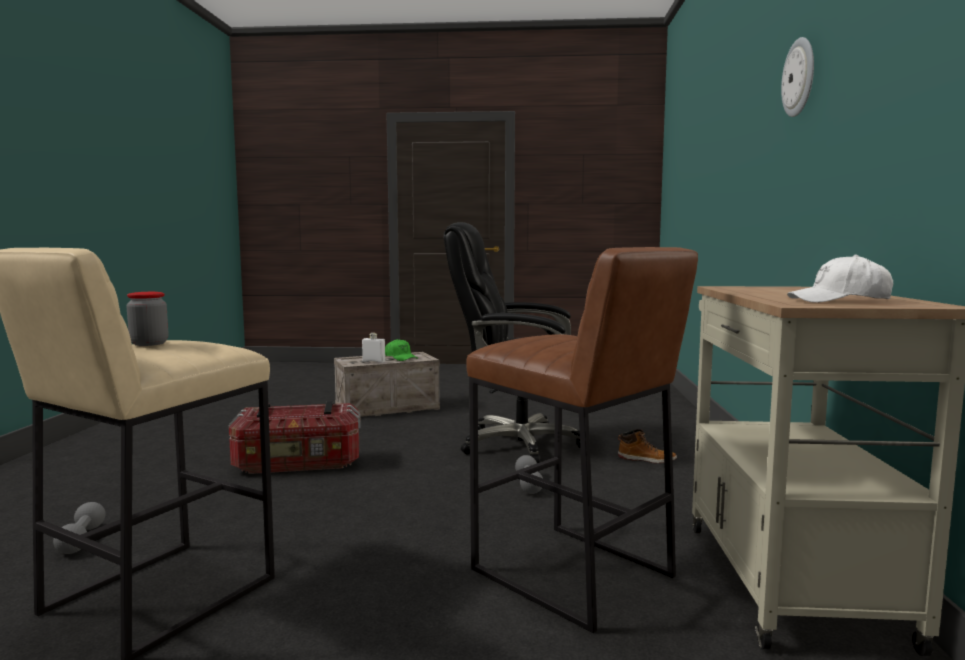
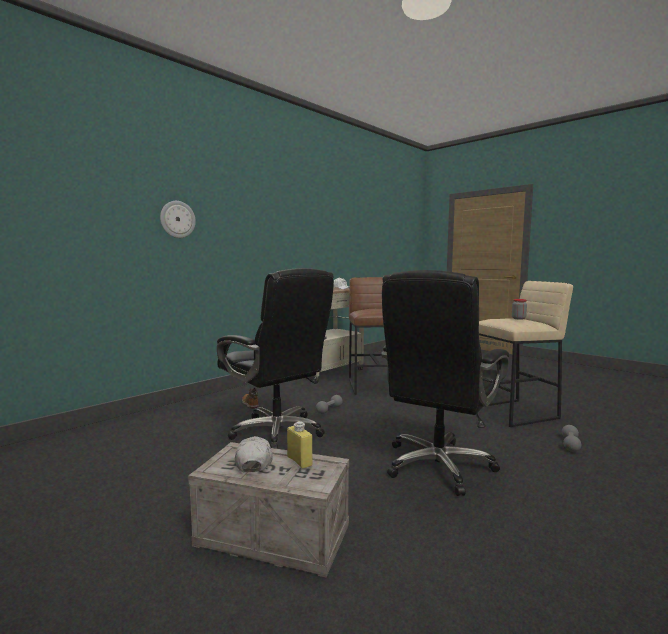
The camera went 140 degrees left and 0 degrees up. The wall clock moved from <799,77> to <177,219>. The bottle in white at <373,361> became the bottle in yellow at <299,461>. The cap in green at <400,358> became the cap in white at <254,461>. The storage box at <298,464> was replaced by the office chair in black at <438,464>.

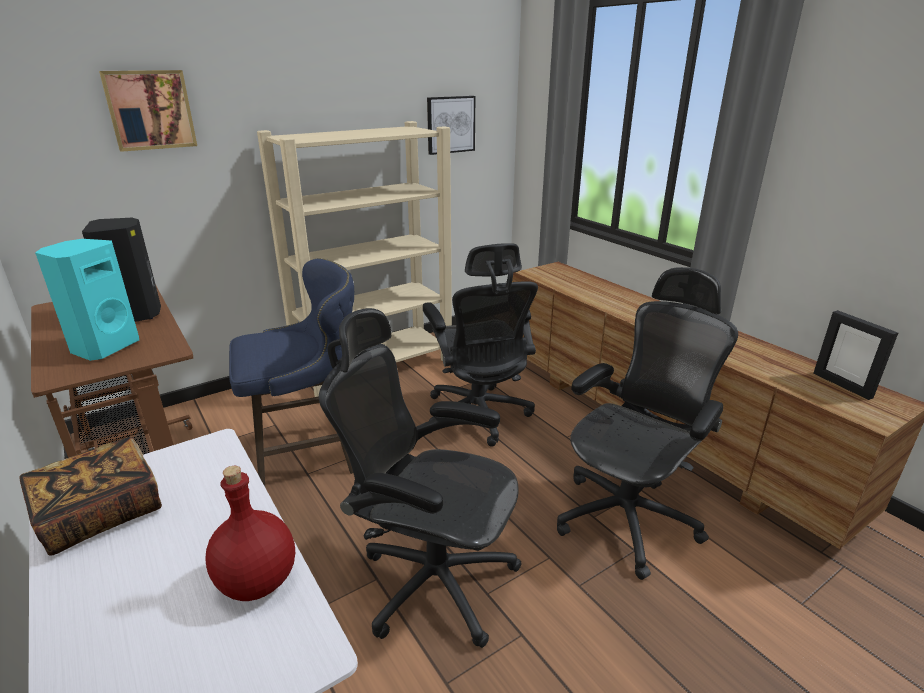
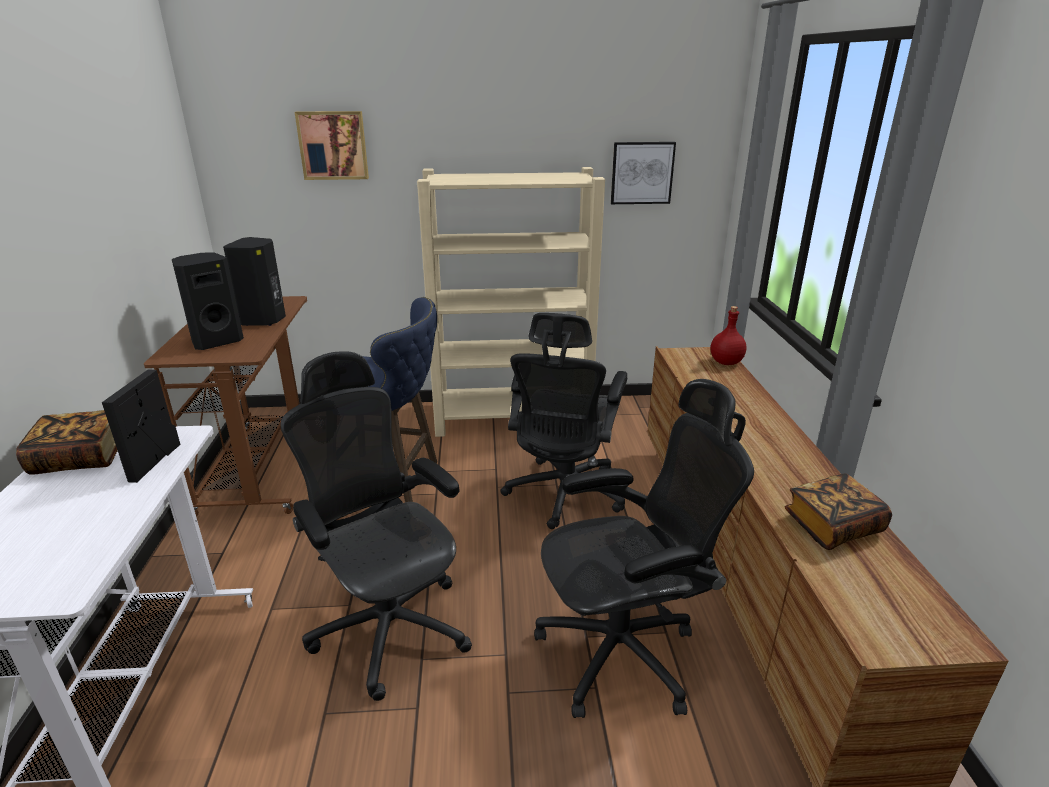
The camera went 30 degrees right and 0 degrees up. The speaker in turquoise at <104,347> became the speaker in black at <216,341>. The picture frame moved from <843,385> to <155,462>. The bottle in red moved from <256,582> to <725,362>. The book at <832,526> appeared.

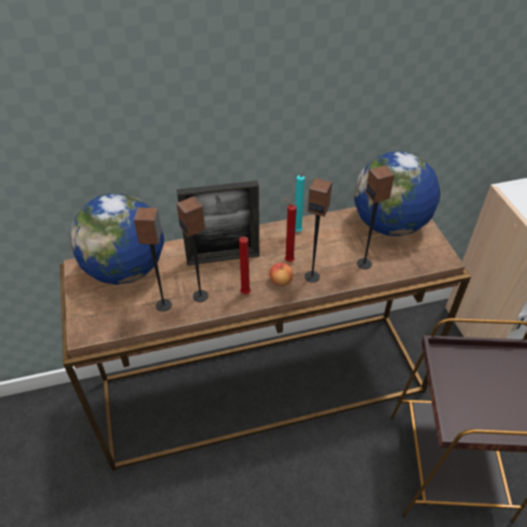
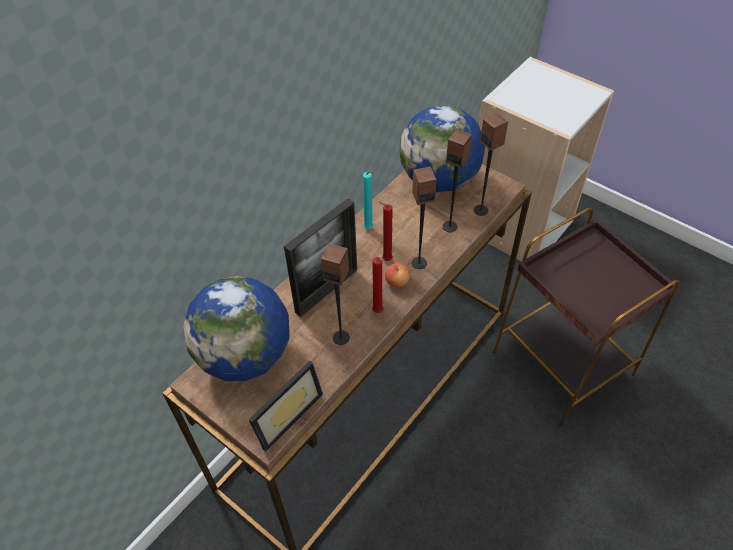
The camera went 35 degrees left and 5 degrees up. The speaker moved from <164,305> to <481,210>. The picture frame at <284,413> appeared.

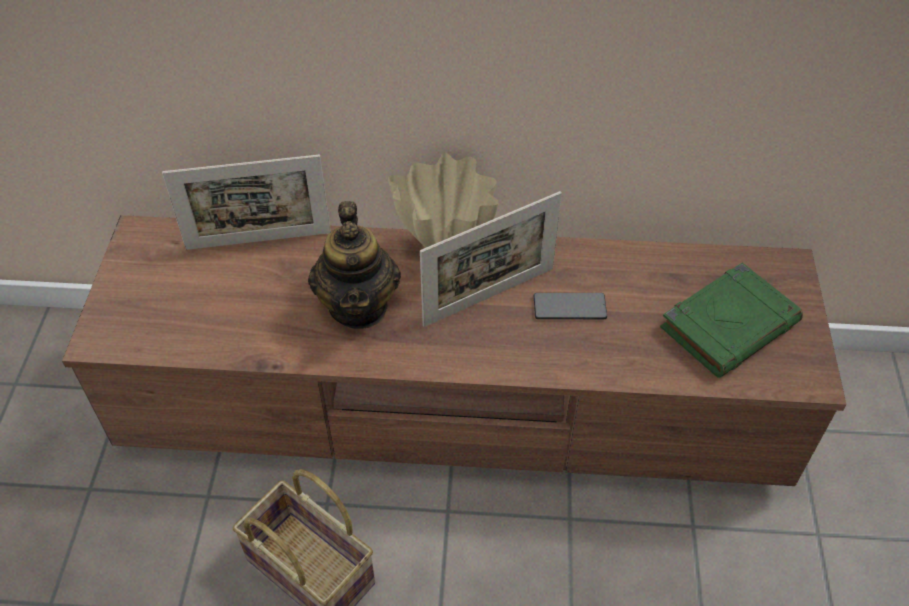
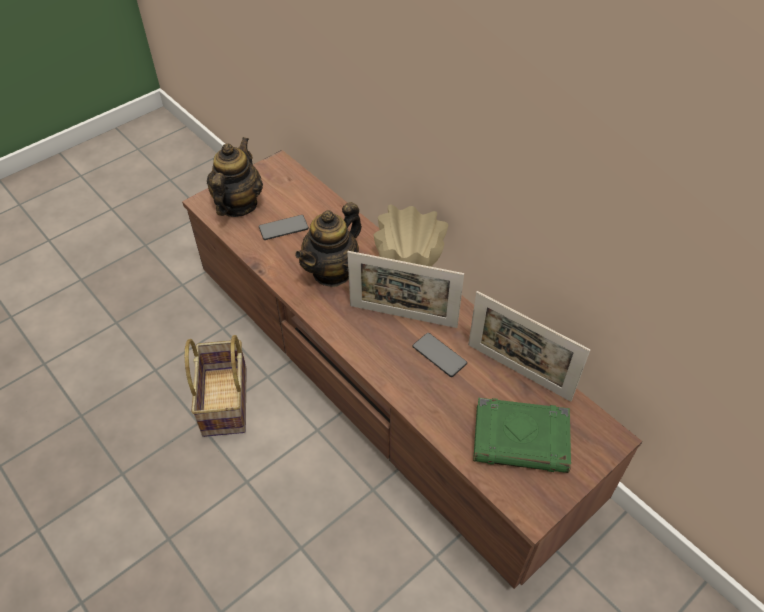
The camera went 45 degrees right and 0 degrees up. The picture frame moved from <259,240> to <518,372>. The teapot at <238,205> appeared. The phone at <283,228> appeared.

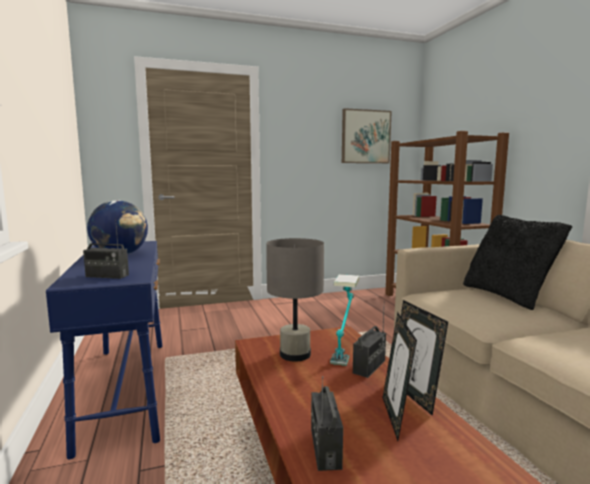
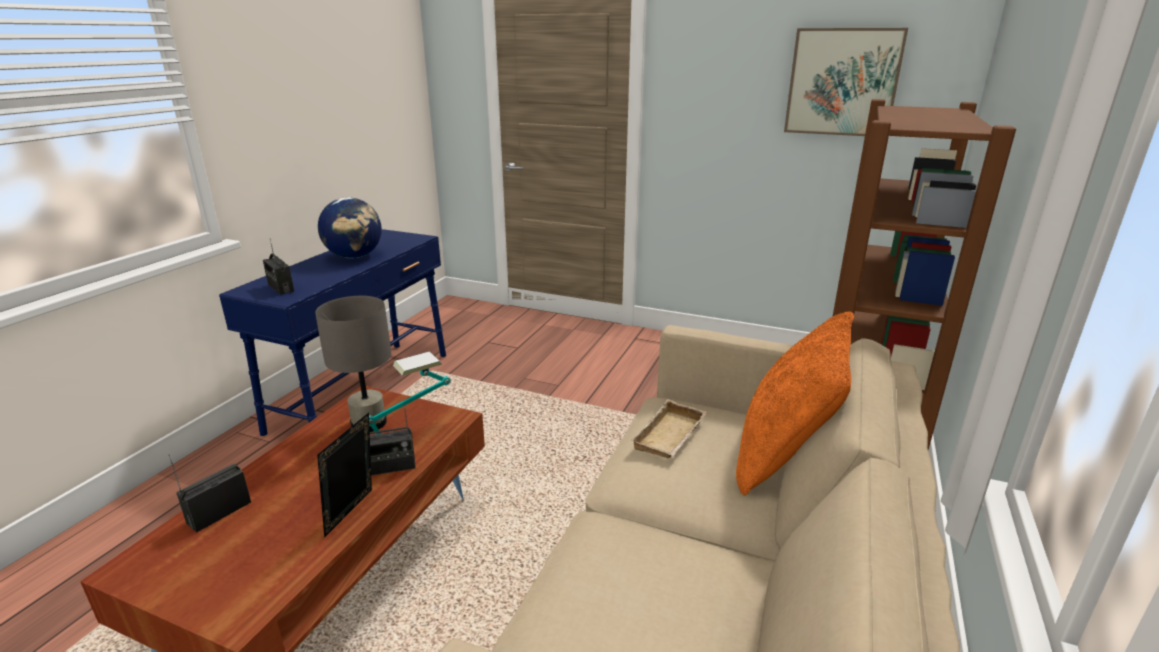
The camera went 40 degrees right and 15 degrees up. The pillow in black at <508,295> became the pillow in orange at <785,456>. The picture frame at <395,417> disappeared. The tray in beige at <671,436> appeared.

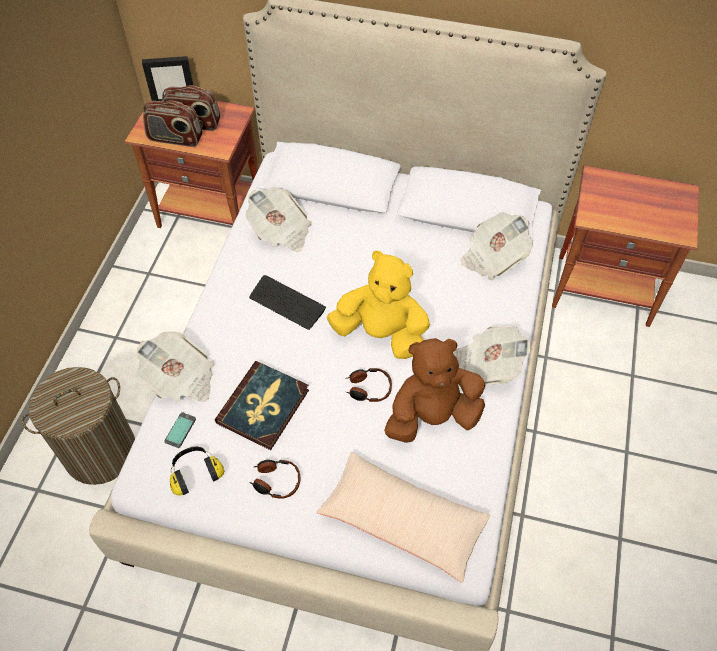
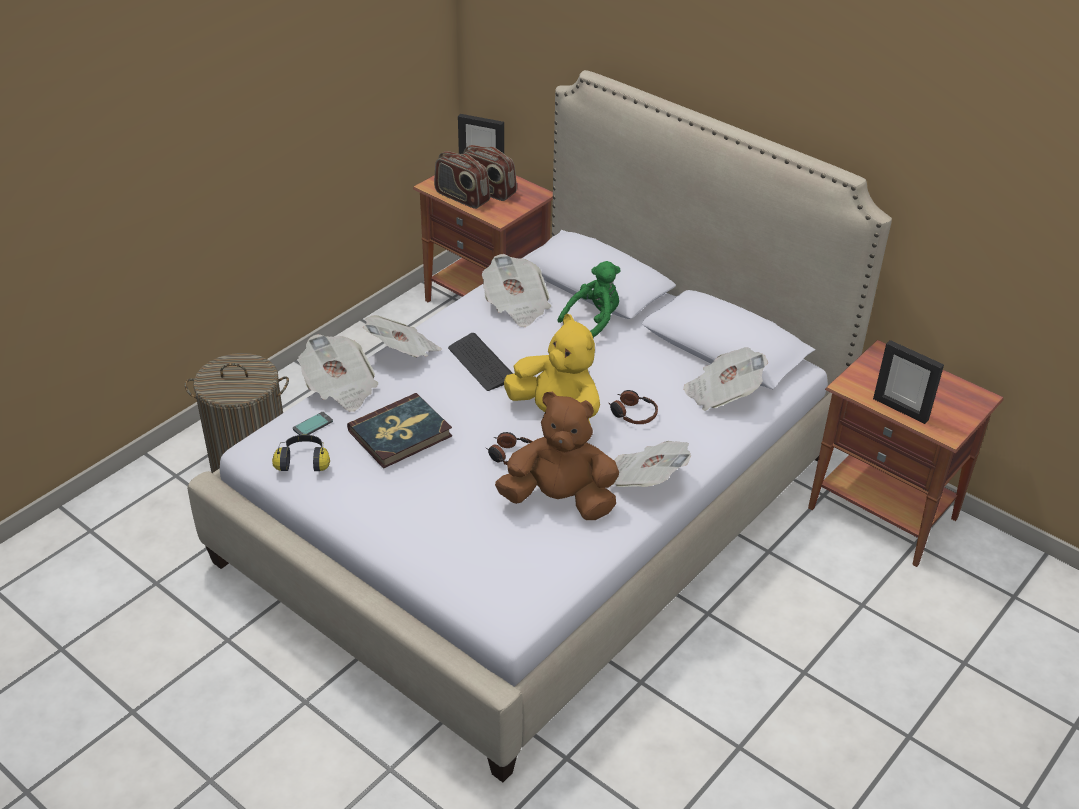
The camera went 25 degrees right and 15 degrees down. The pillow in beige at <403,521> disappeared. The headphones moved from <276,481> to <632,413>. The plush toy in green at <594,321> appeared. The newspaper at <403,352> appeared. The picture frame at <901,408> appeared.

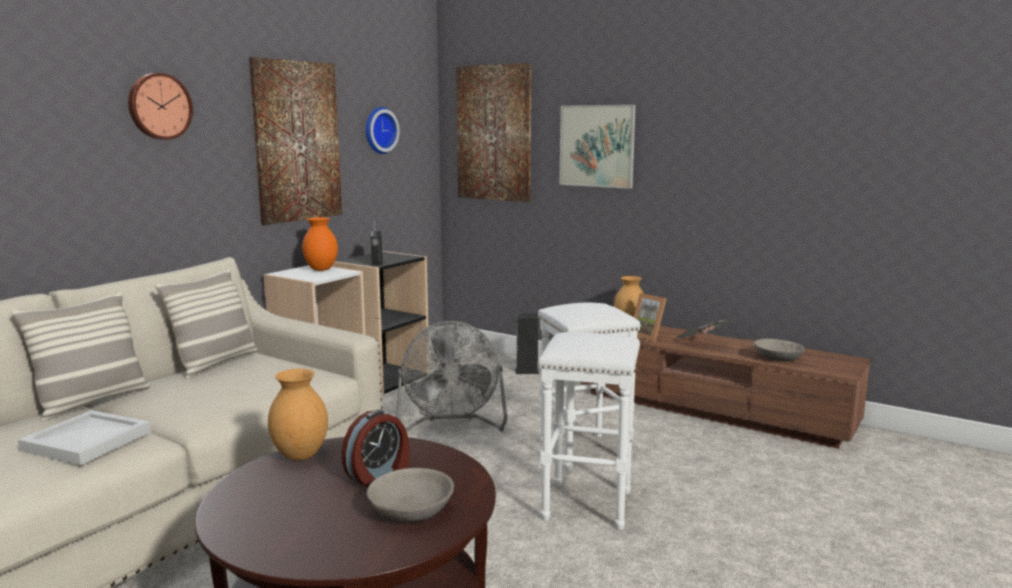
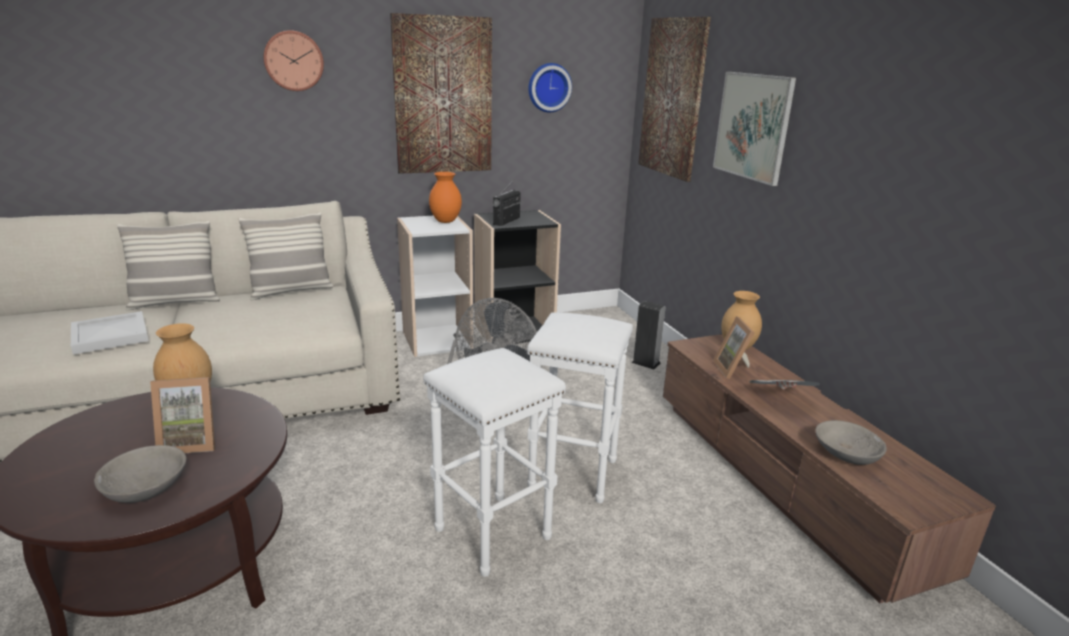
The camera went 35 degrees right and 10 degrees up. The alarm clock at <379,476> was replaced by the picture frame at <191,442>.

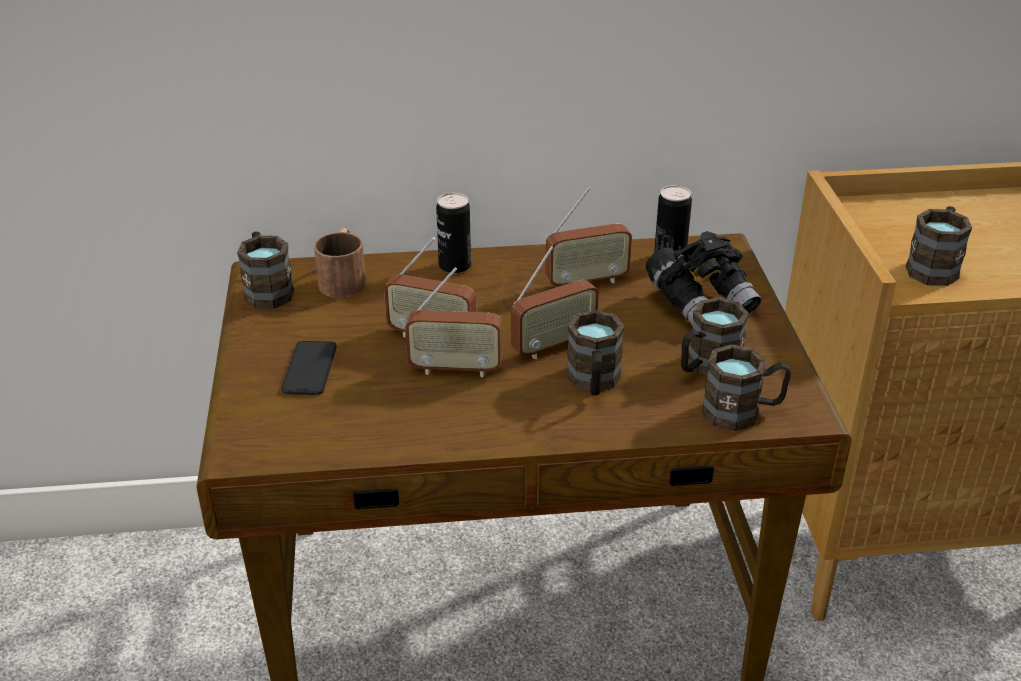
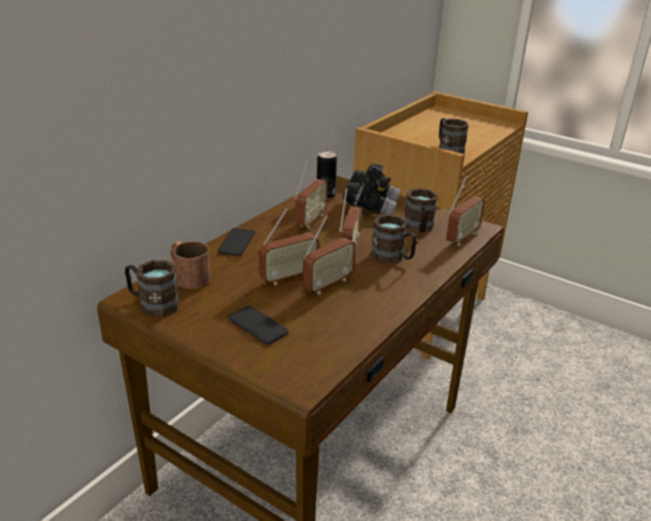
The camera went 50 degrees left and 5 degrees down. The can at <454,266> was replaced by the phone at <236,242>. The mug in brown at <743,412> was replaced by the radio at <462,237>.

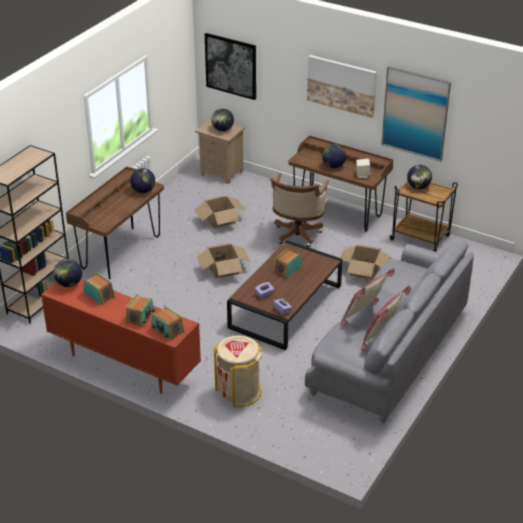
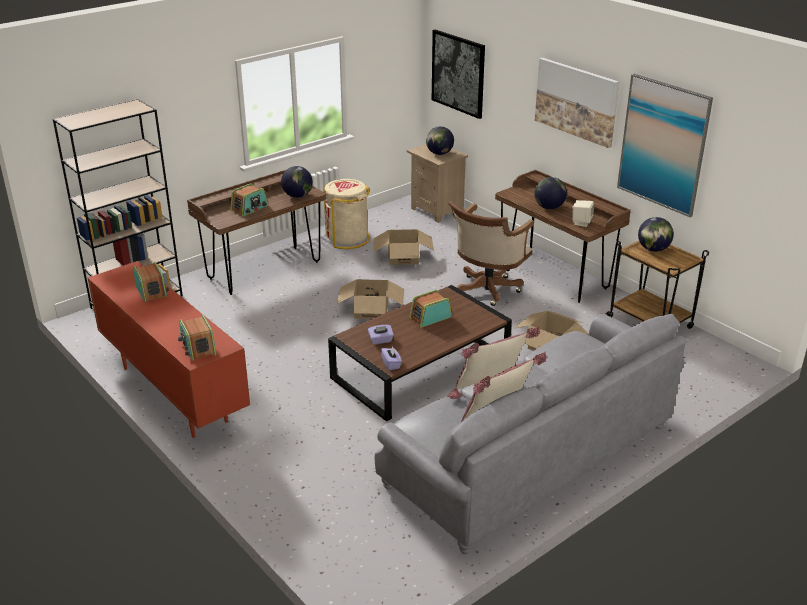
The camera went 20 degrees right and 5 degrees down. The globe at <69,284> disappeared. The radio moved from <140,317> to <249,208>. The trash can in beige moved from <239,391> to <347,238>.

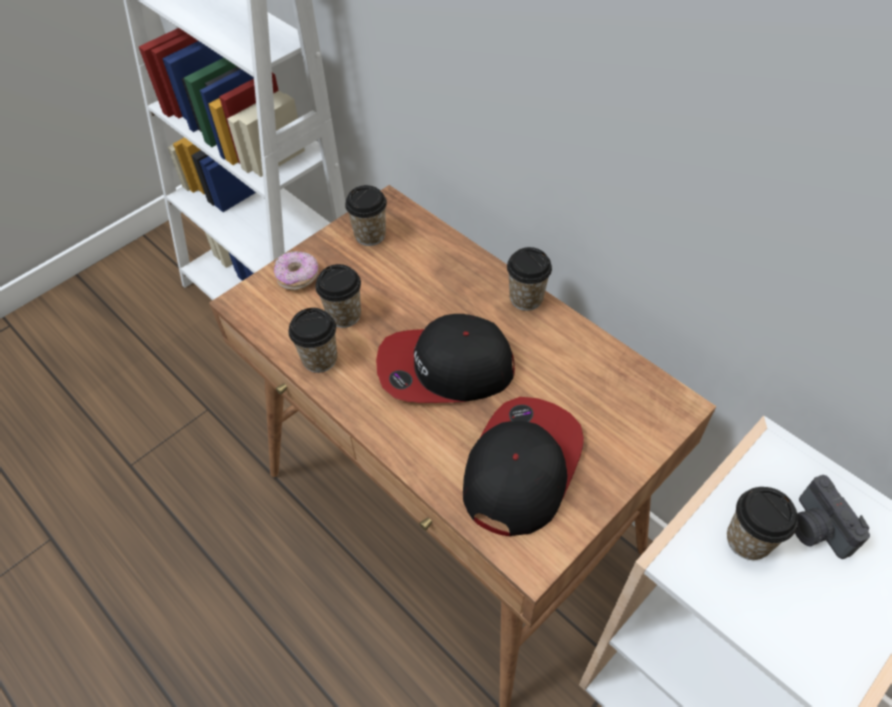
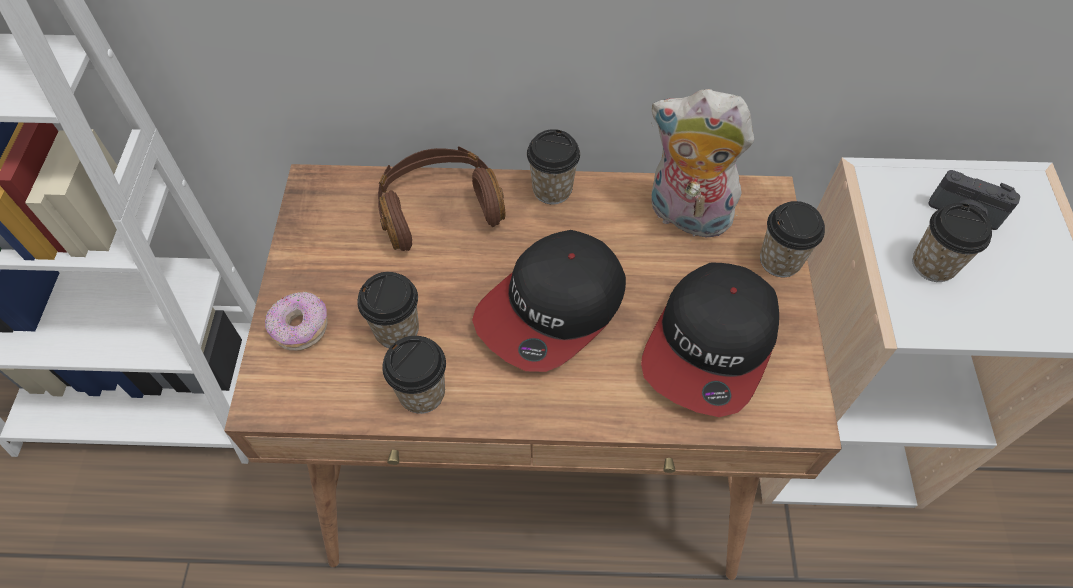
The camera went 45 degrees left and 5 degrees up. The cup moved from <370,235> to <780,261>. The cap at <520,467> turned 135 degrees counterclockwise. The plush toy at <685,216> appeared. The headphones in brown at <439,208> appeared.

